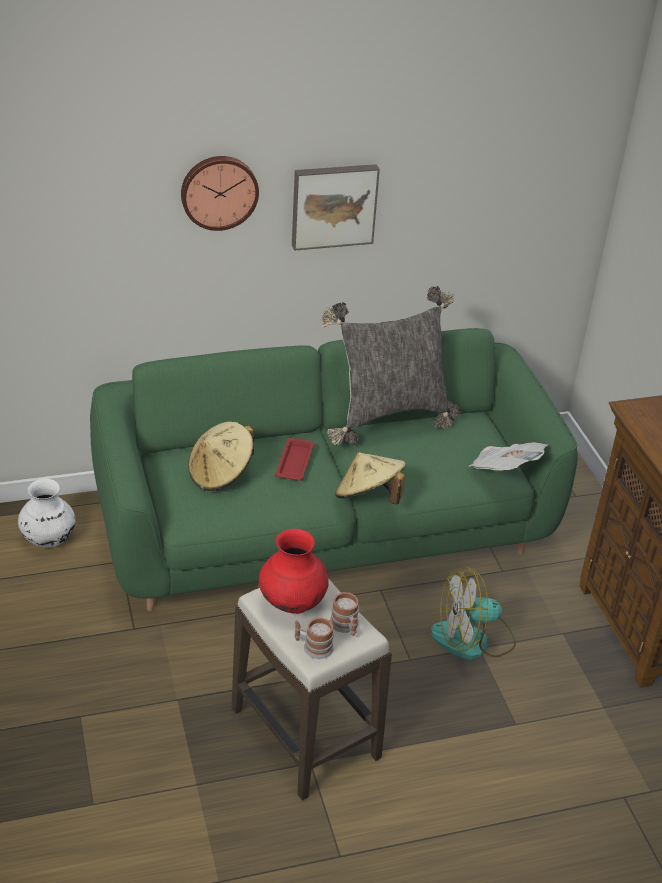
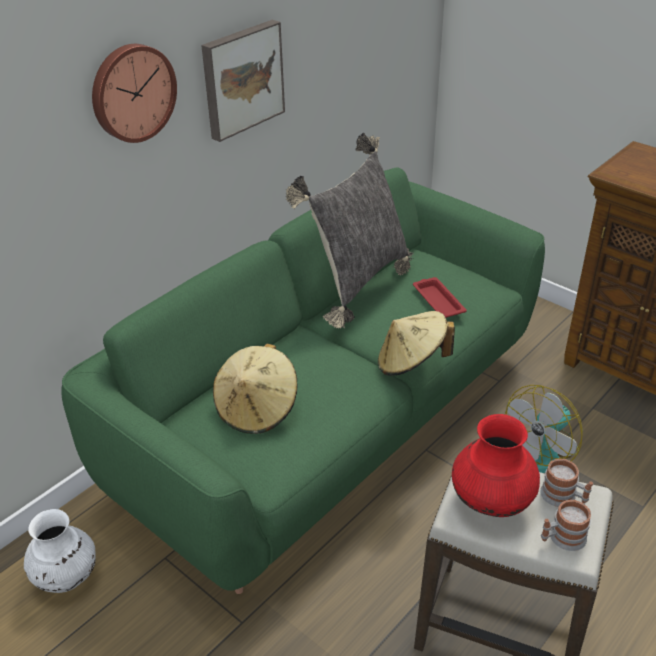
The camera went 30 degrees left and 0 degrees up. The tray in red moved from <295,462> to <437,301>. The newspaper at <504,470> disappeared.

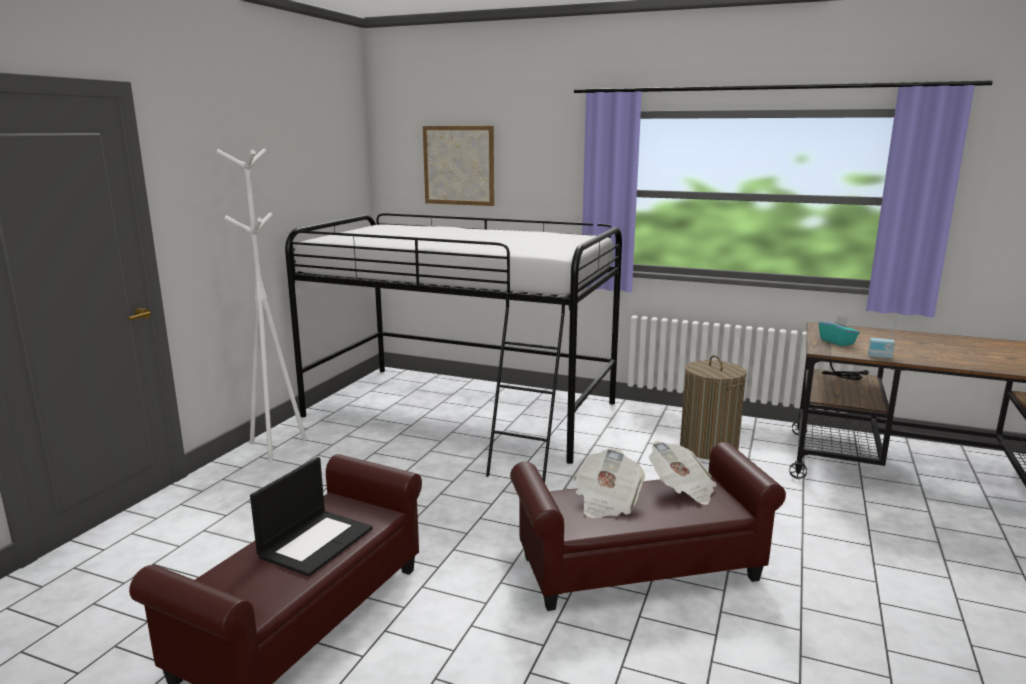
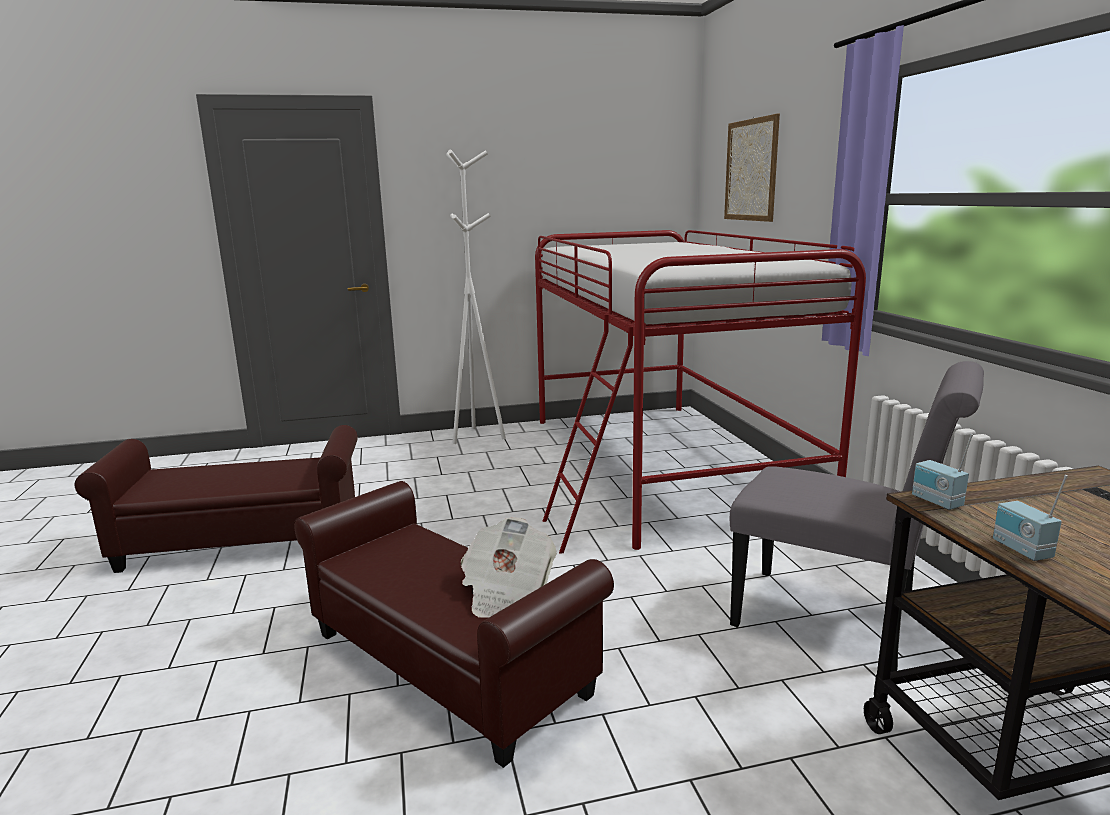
The camera went 55 degrees right and 0 degrees up. The bed in black at <463,411> became the bed in red at <660,464>. The tissue box in turquoise at <837,342> disappeared. The laundry basket at <708,448> was replaced by the chair in grey at <836,621>. The newspaper at <606,501> disappeared. The laptop at <316,542> disappeared. The radio at <936,502> appeared.

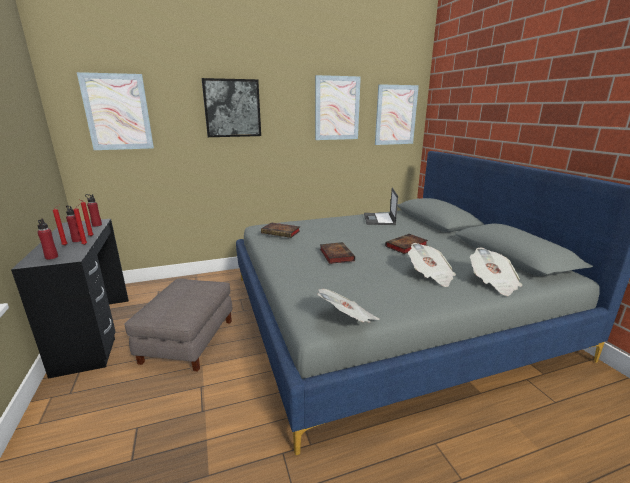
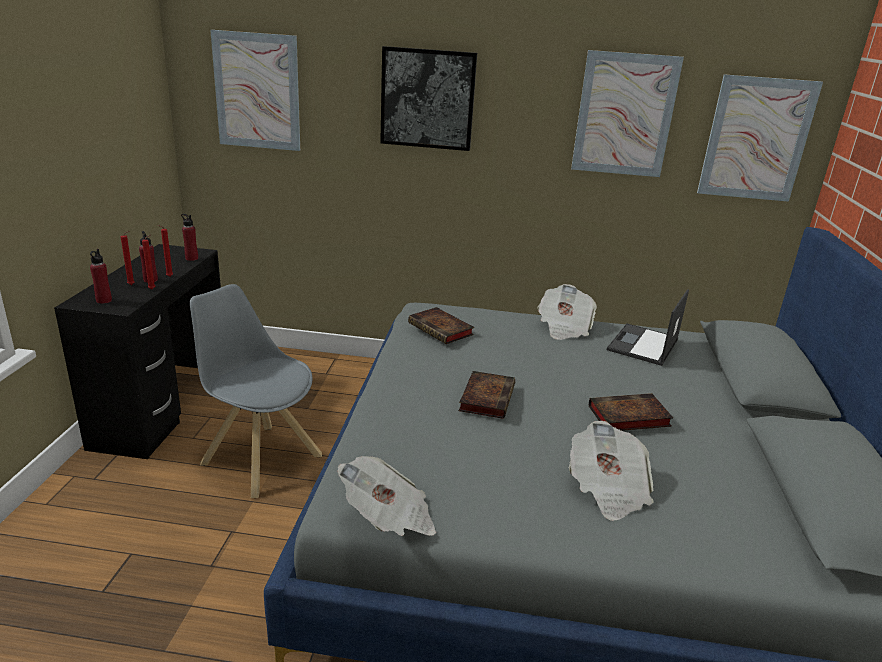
The camera went 25 degrees right and 5 degrees up. The newspaper moved from <493,283> to <564,327>. The ottoman in grey at <188,340> was replaced by the chair in grey at <260,458>.

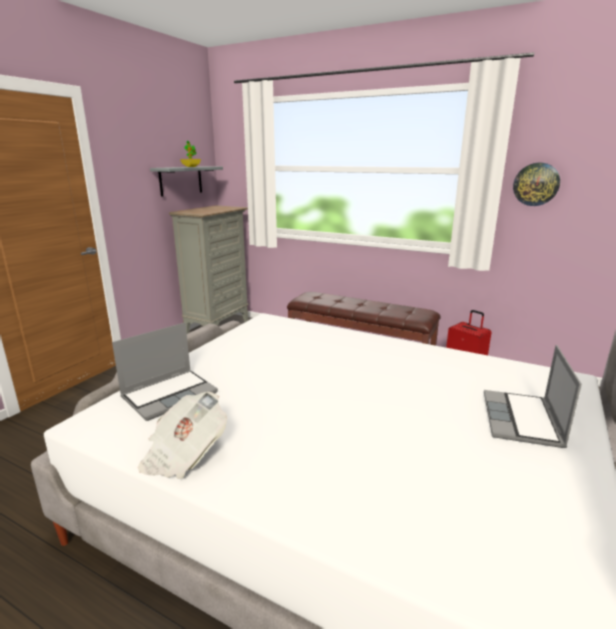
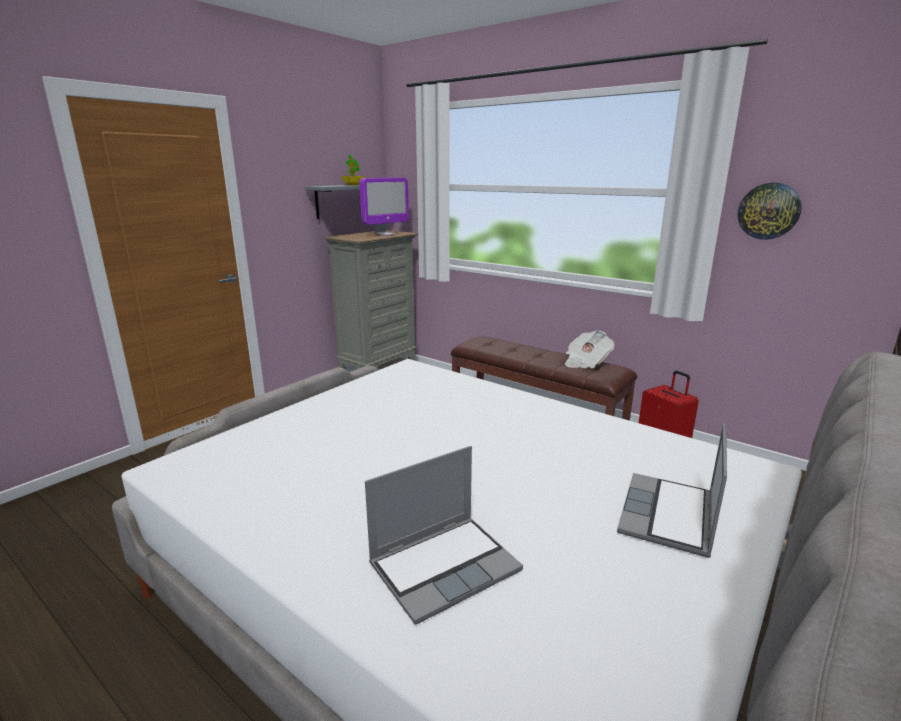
The camera went 10 degrees right and 0 degrees up. The laptop moved from <170,394> to <445,566>. The newspaper moved from <184,454> to <586,362>. The monitor at <385,234> appeared.

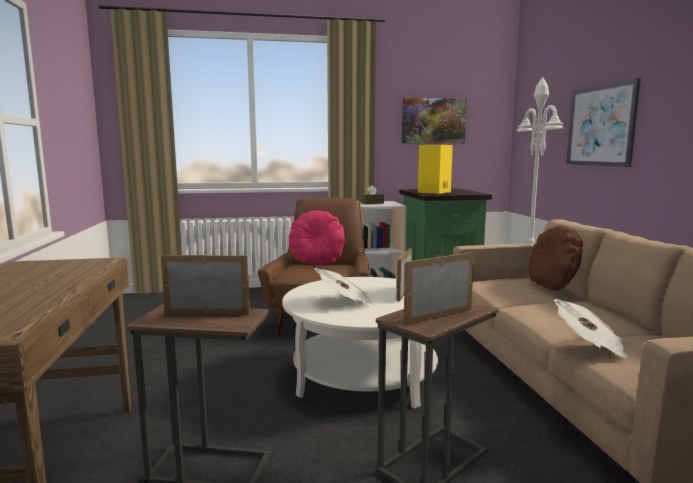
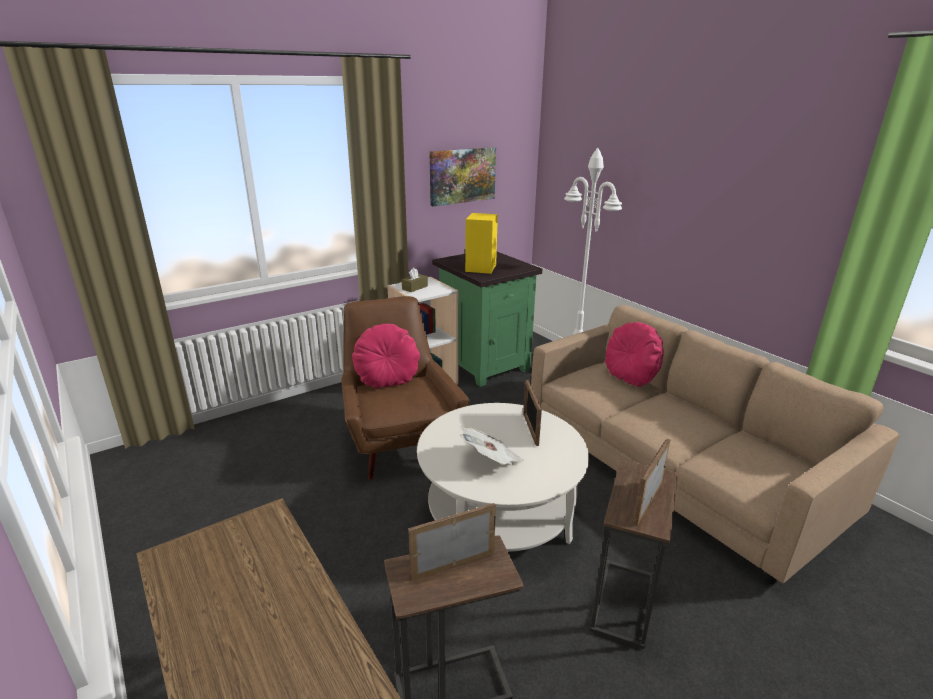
The camera went 25 degrees left and 15 degrees up. The picture at <601,125> disappeared. The pillow in brown at <552,287> became the pillow in pink at <630,379>. The newspaper at <590,345> disappeared.

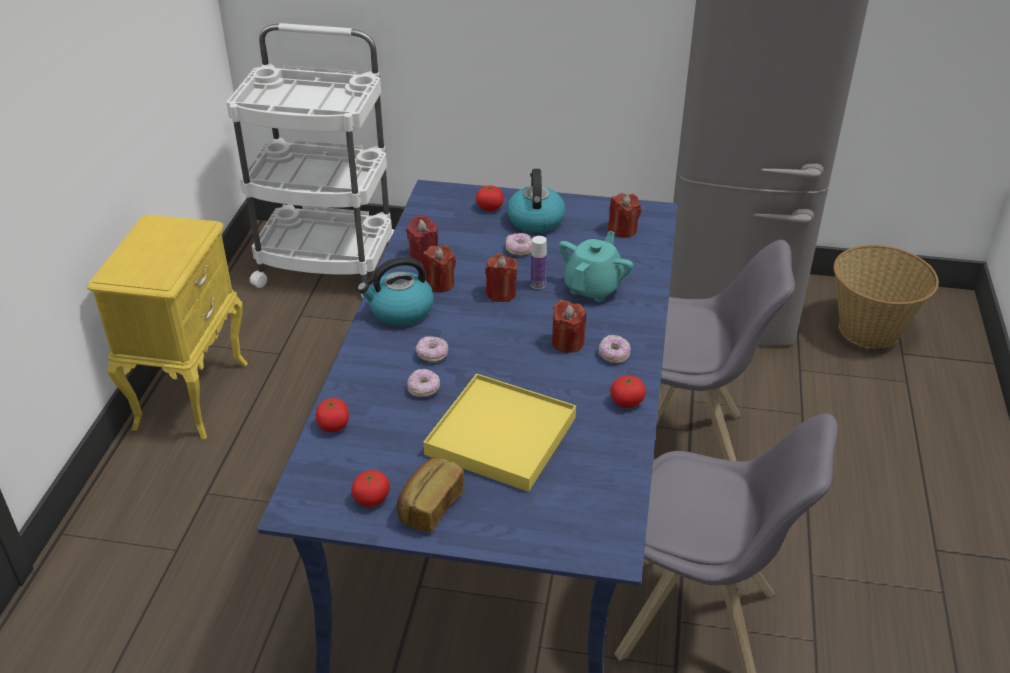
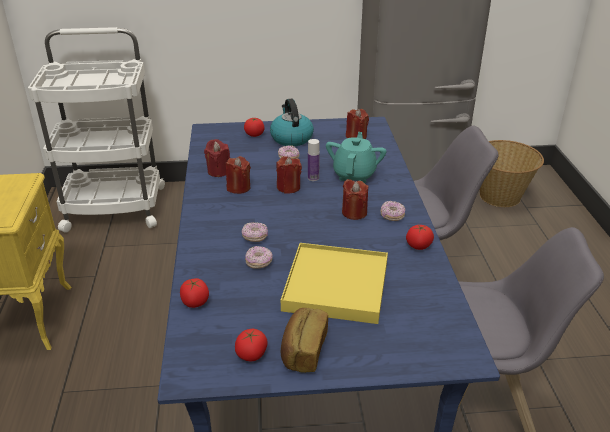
The camera went 15 degrees left and 5 degrees down. The kettle at <400,311> disappeared.

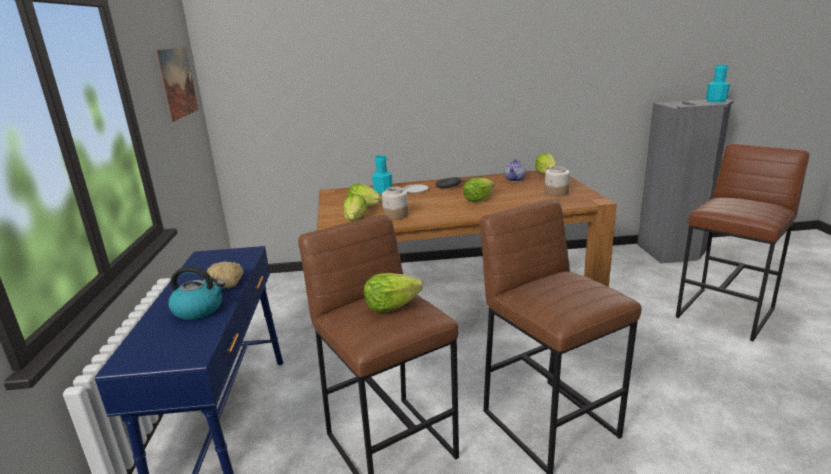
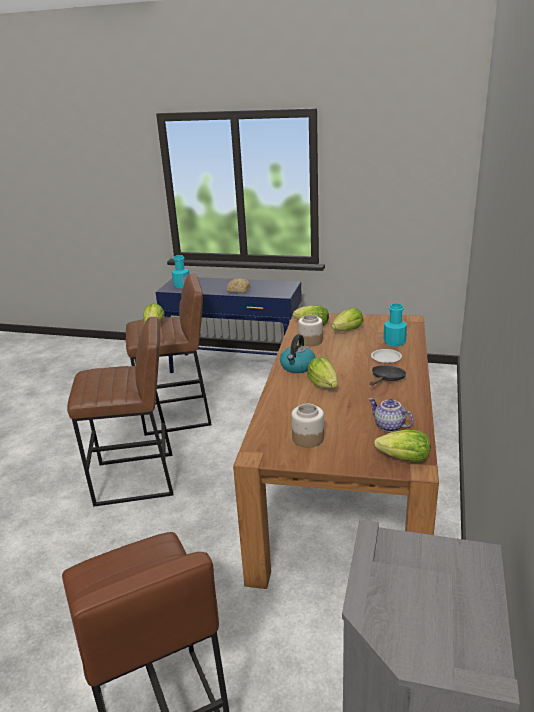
The camera went 110 degrees right and 5 degrees up. The picture at <177,82> disappeared. The bottle in turquoise moved from <716,101> to <182,285>. The kettle moved from <199,309> to <297,367>.

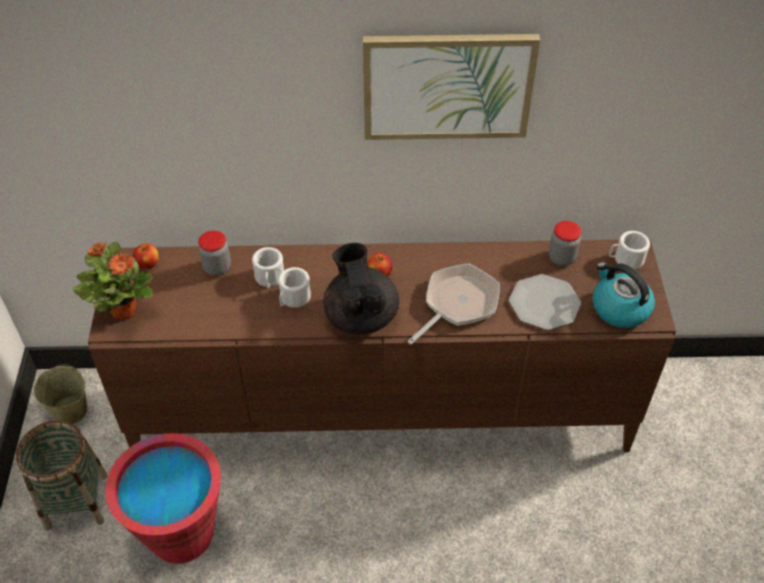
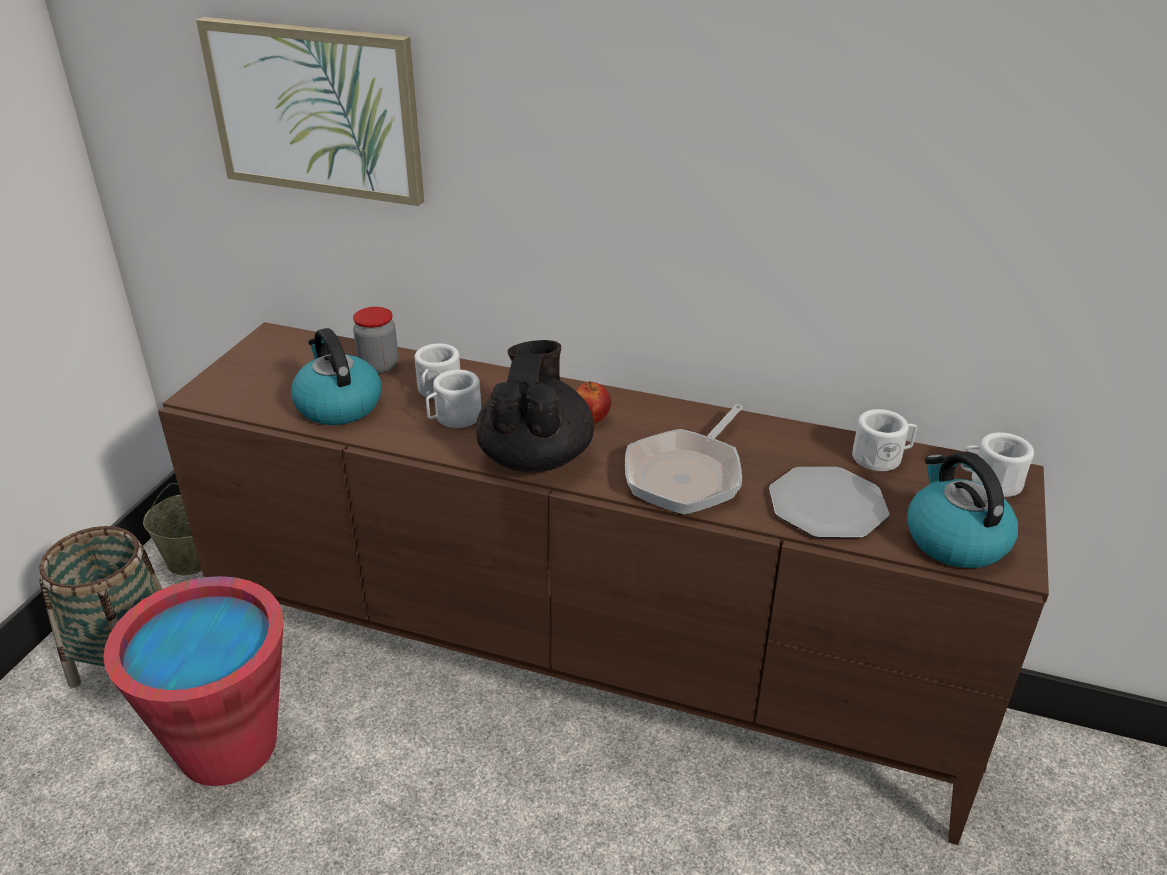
The camera went 20 degrees right and 15 degrees down. The picture moved from <447,86> to <316,110>. The jar at <561,258> was replaced by the mug in white at <882,457>. The potted plant at <123,310> disappeared. The apple at <148,264> disappeared. The frying pan at <457,304> turned 150 degrees clockwise. The kettle at <338,405> appeared.

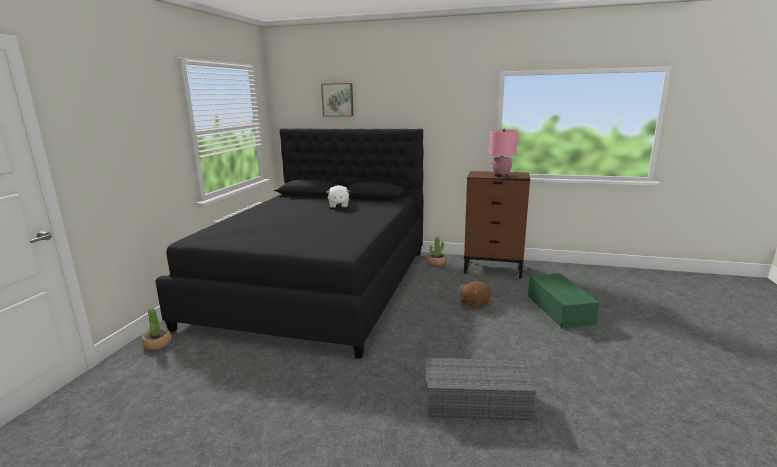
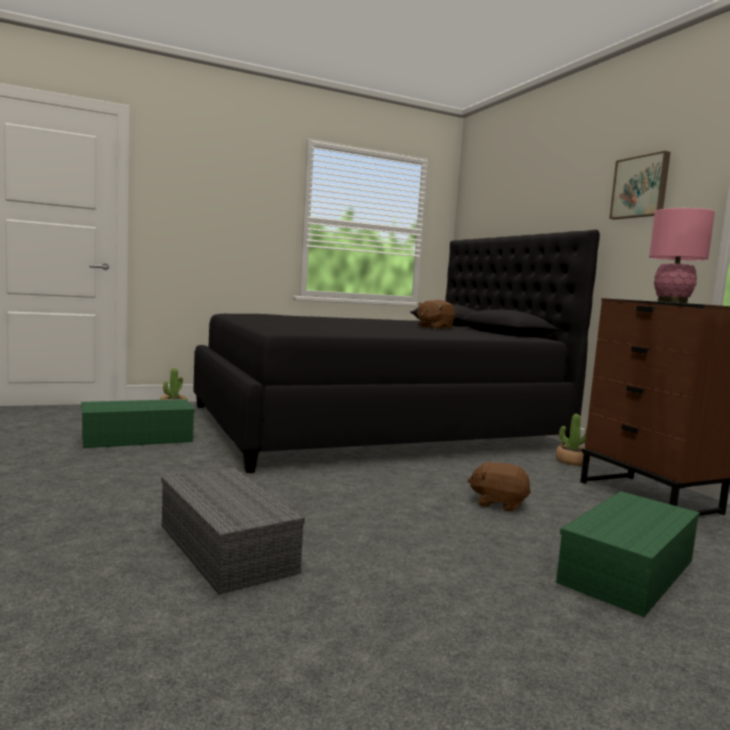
The camera went 50 degrees right and 10 degrees down. The picture moved from <338,100> to <641,187>. The plush toy in white at <338,205> became the plush toy in brown at <434,328>. The storage box in green at <139,438> appeared.

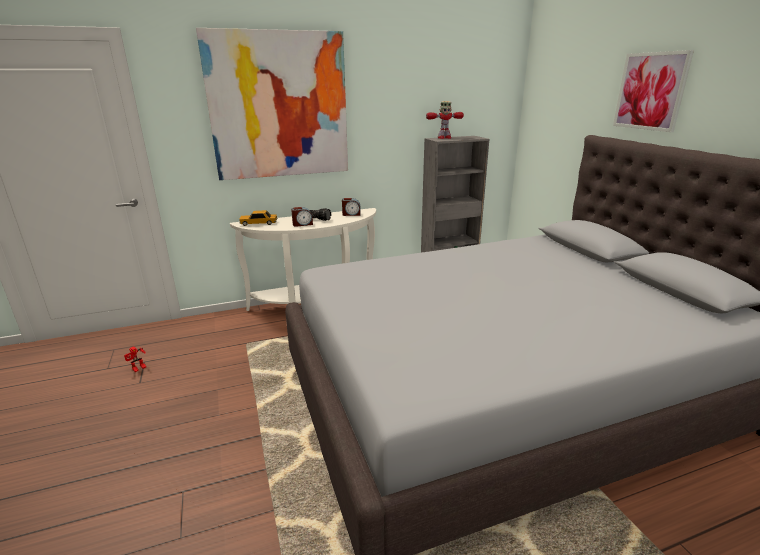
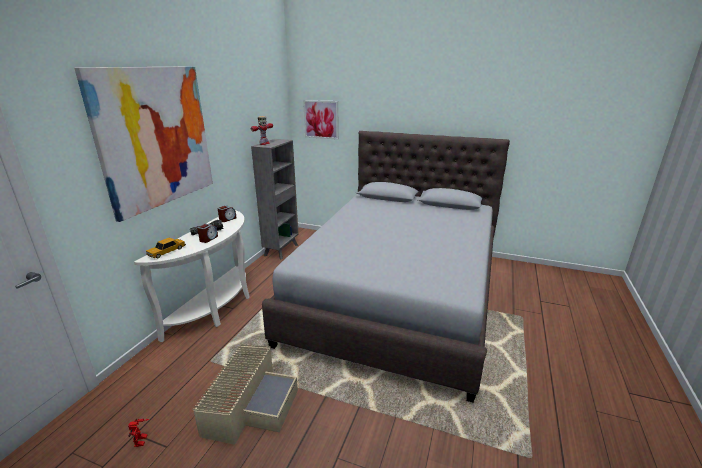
The camera went 50 degrees left and 0 degrees up. The picture moved from <650,91> to <321,119>. The storage box in beige at <250,403> appeared.

